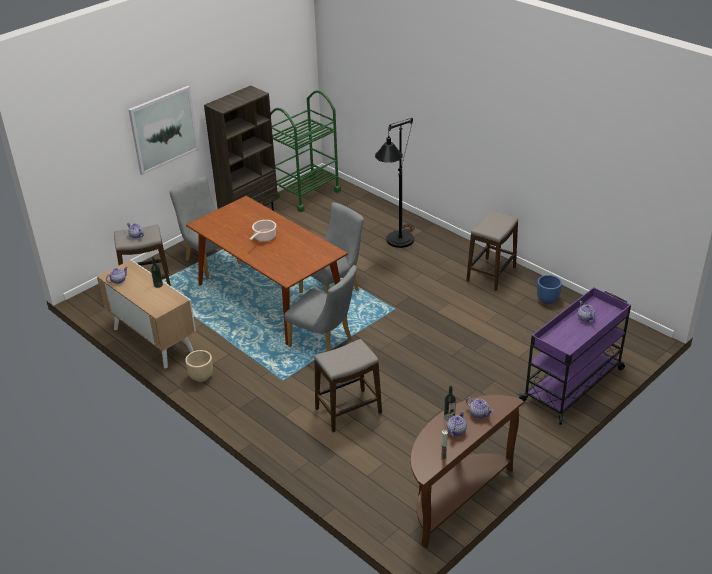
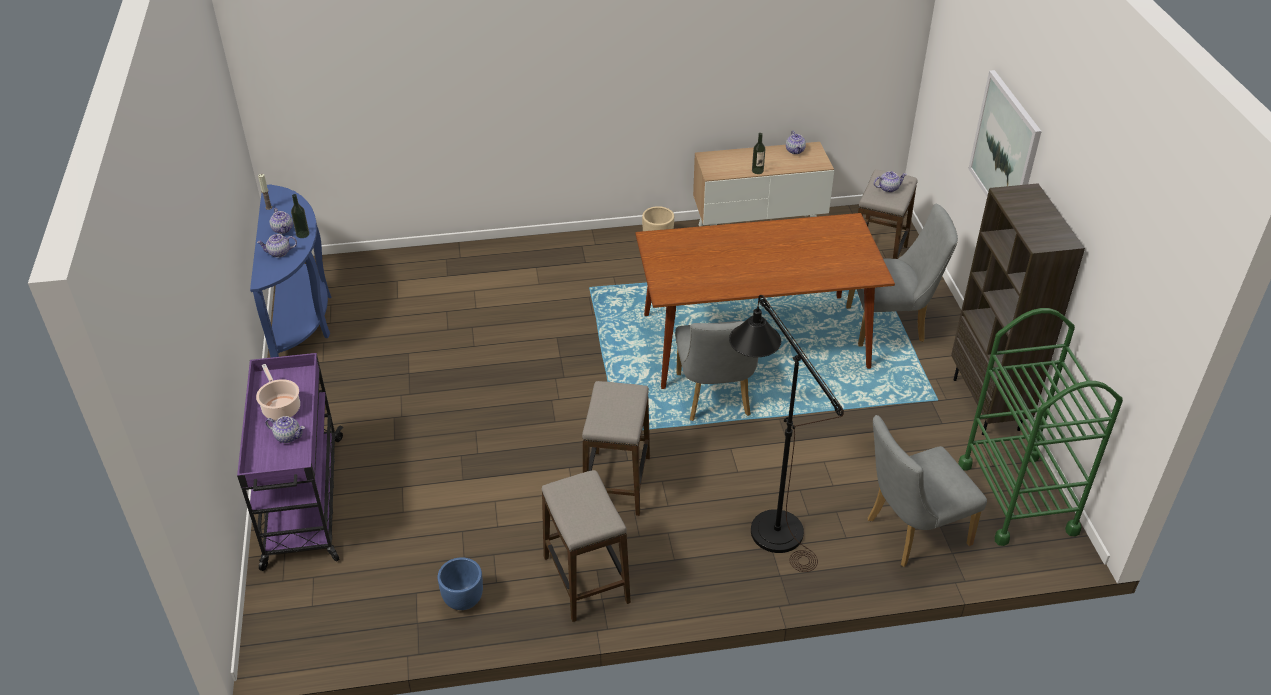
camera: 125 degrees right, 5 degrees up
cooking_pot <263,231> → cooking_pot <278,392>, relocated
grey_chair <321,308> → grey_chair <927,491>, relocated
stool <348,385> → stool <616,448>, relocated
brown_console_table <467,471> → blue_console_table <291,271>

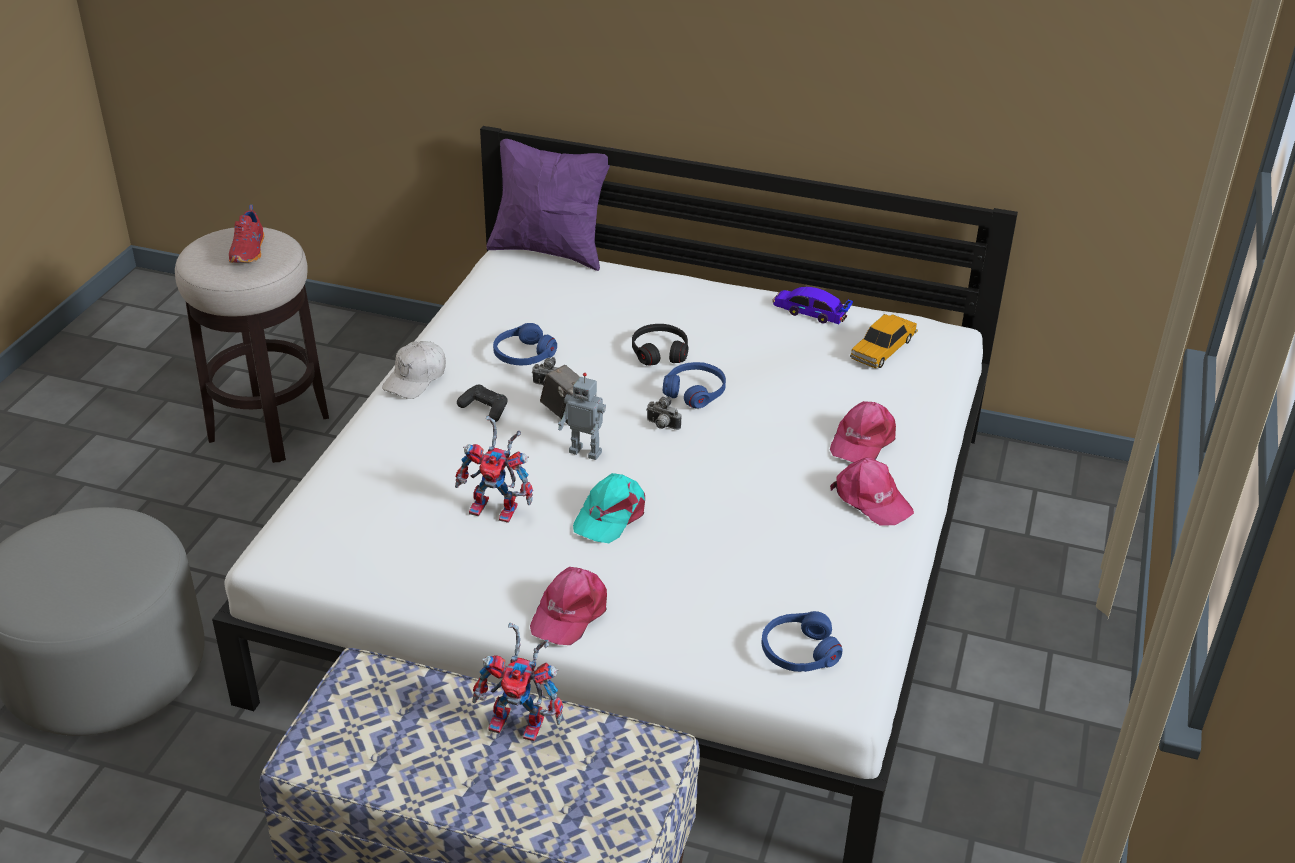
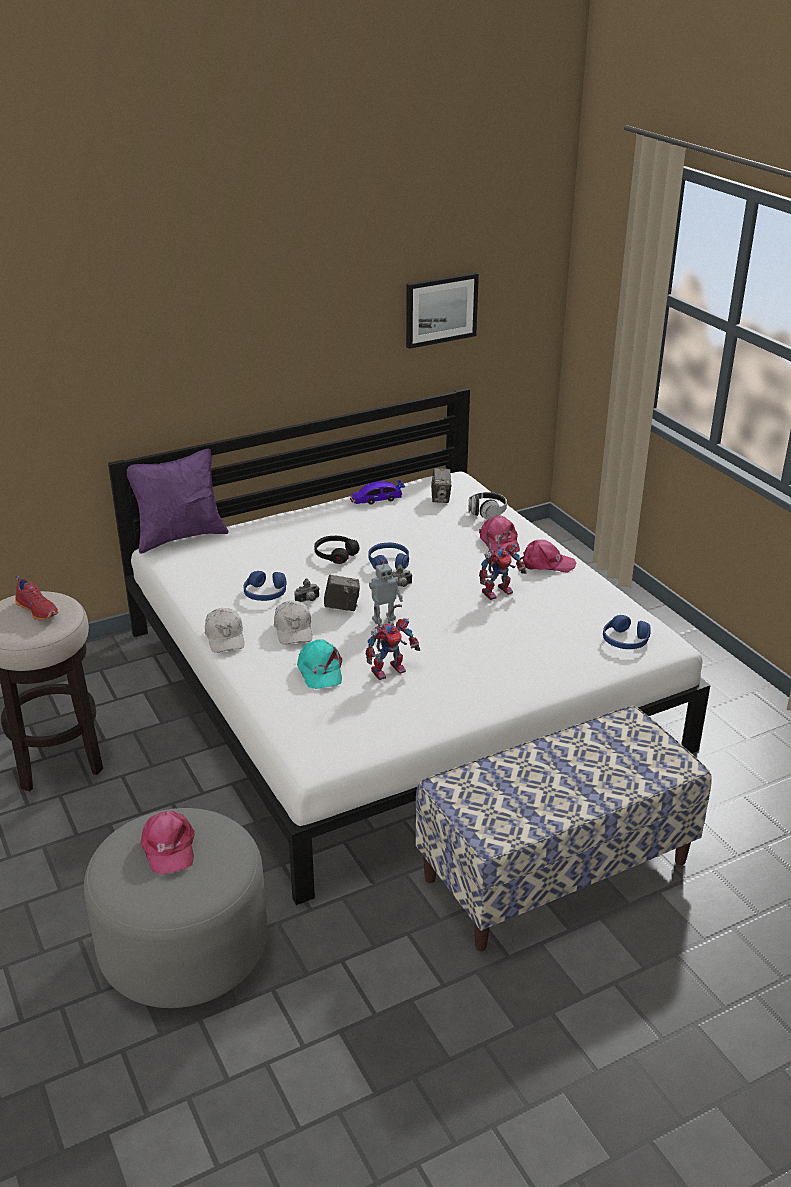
camera: 45 degrees left, 5 degrees down
- → picture <442,310>
- → headphones <488,506>
toy_robot <517,682> → toy_robot <502,565>, relocated
pink_cap <568,606> → pink_cap <168,843>, relocated
turquoise_cap <609,508> → turquoise_cap <319,664>, relocated
black_game_controller <482,403> → white_cap <293,622>
toy_car <884,341> → photo_camera <441,485>

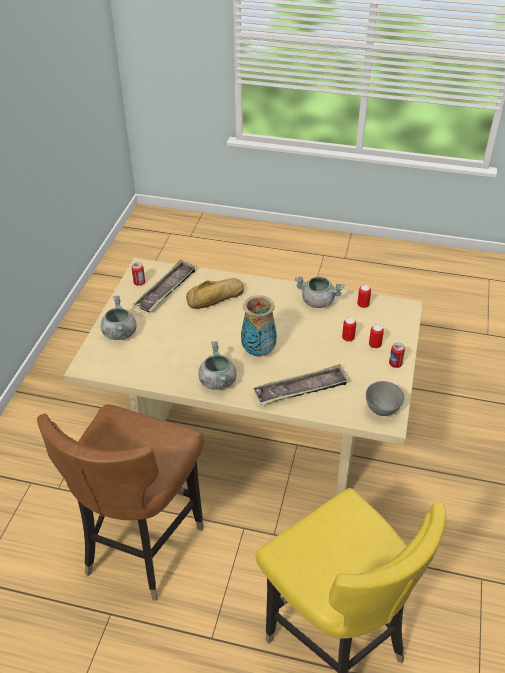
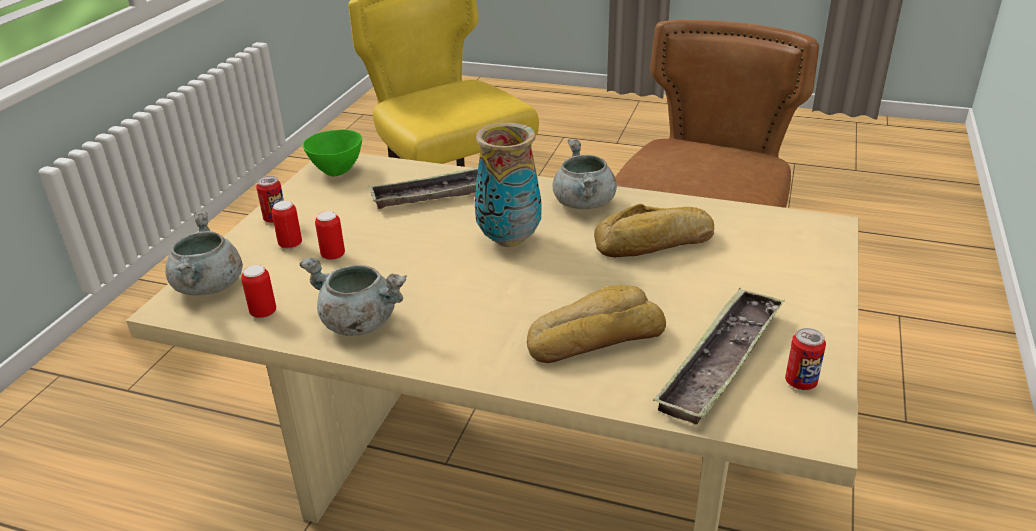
camera: 175 degrees left, 10 degrees down
- → bread <654,230>
grey_cooking_pot <119,318> → grey_cooking_pot <204,253>, relocated
grey_bowl <385,398> → green_bowl <332,153>

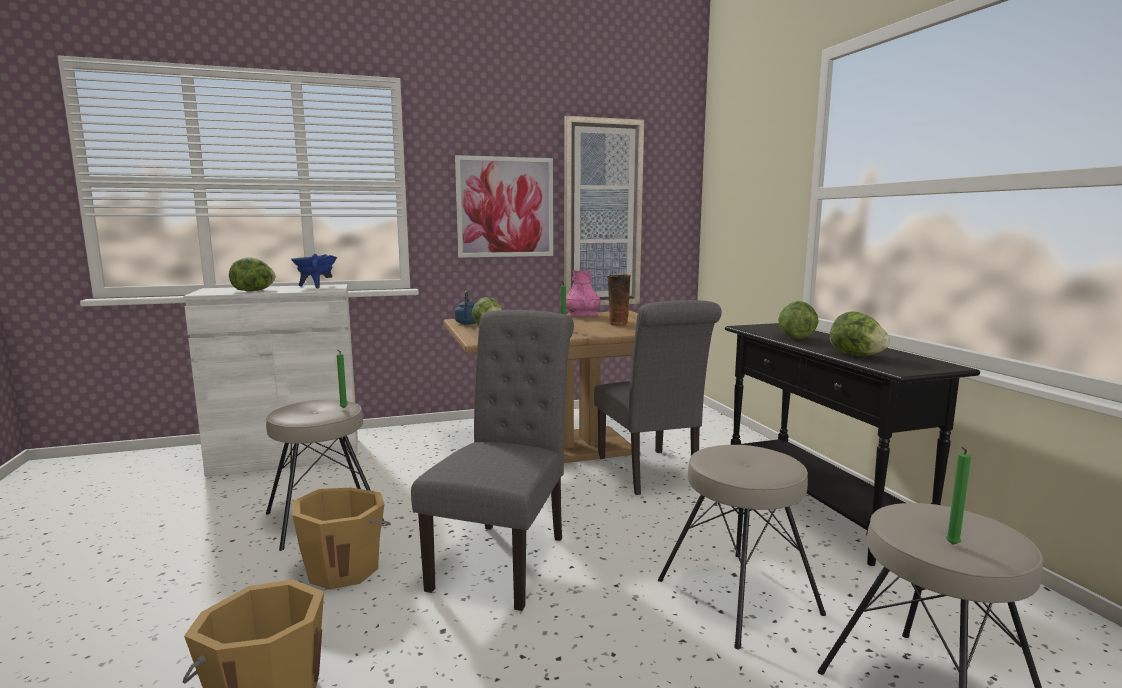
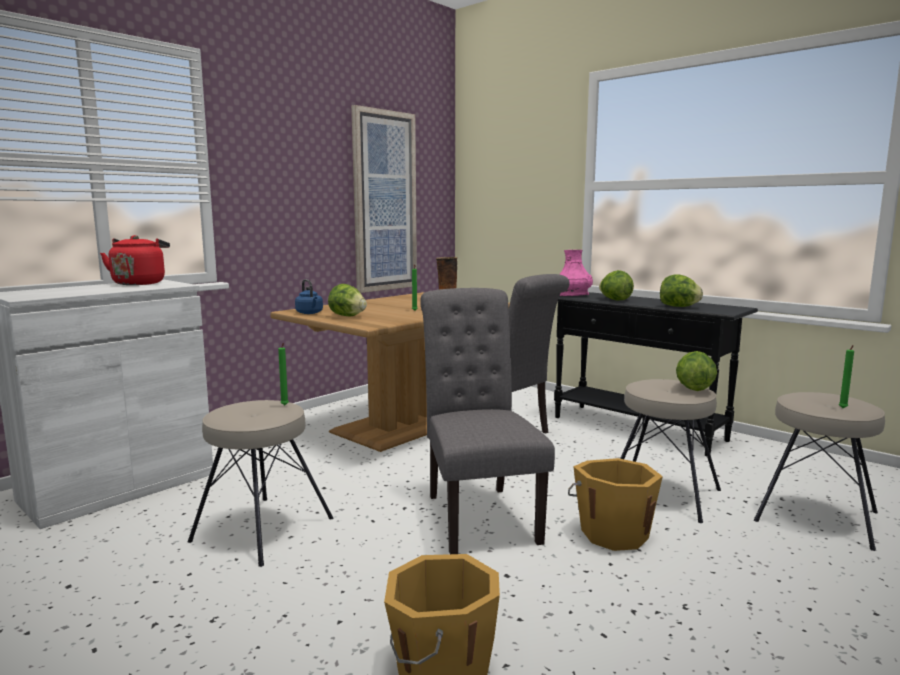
camera: 30 degrees left, 0 degrees up
picture <504,206> → -
lettuce <252,274> → lettuce <696,371>, relocated
orange_bucket <341,538> → orange_bucket <615,504>, relocated
pink_vase <583,293> → pink_vase <576,273>, relocated
blue_cooking_pot <314,270> → red_kettle <135,260>

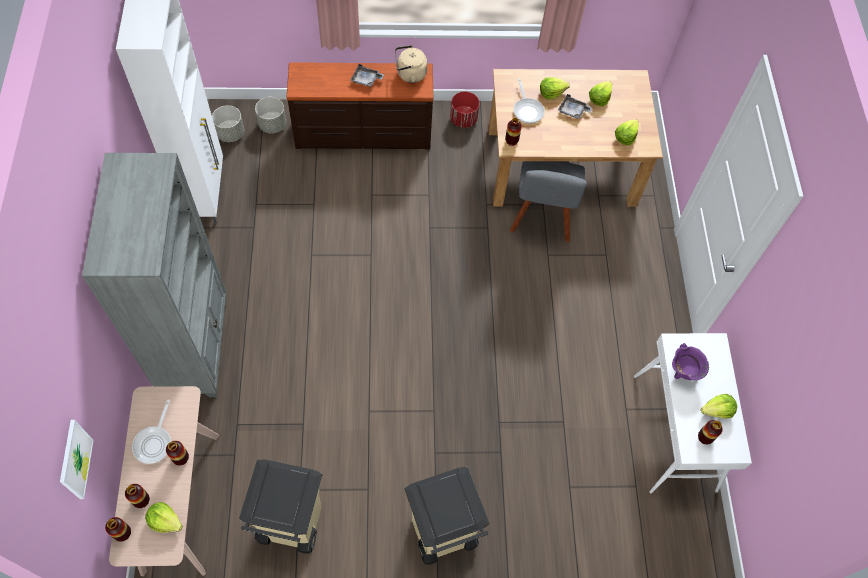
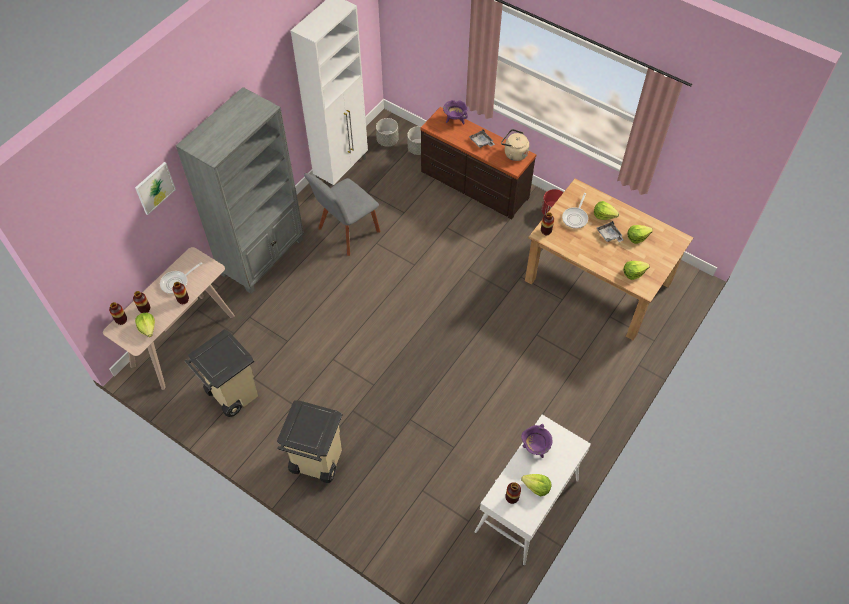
camera: 40 degrees right, 5 degrees down
- → purple_cooking_pot <455,112>
picture <77,459> → picture <155,188>, relocated
grey_chair <548,202> → grey_chair <342,214>, relocated

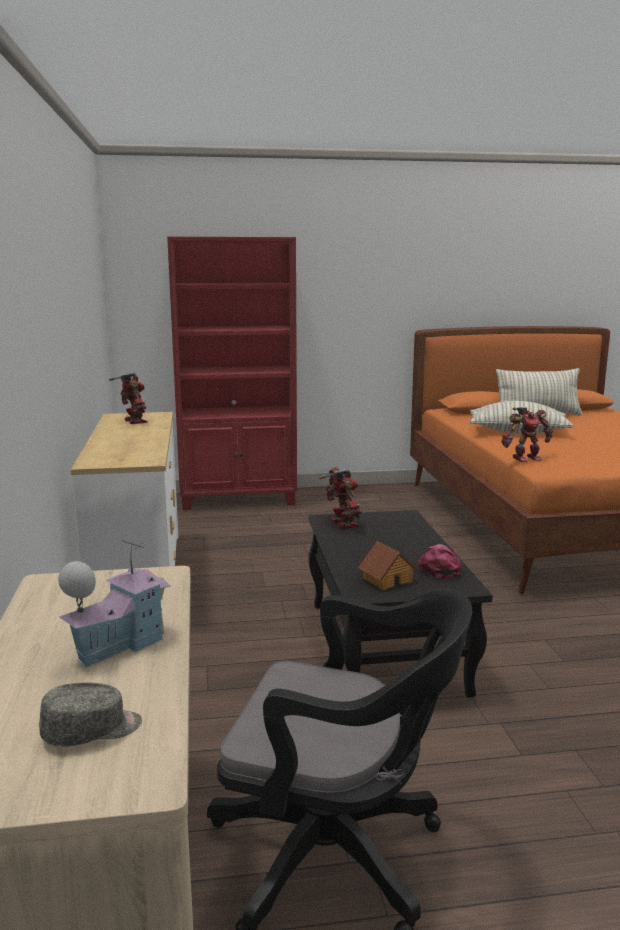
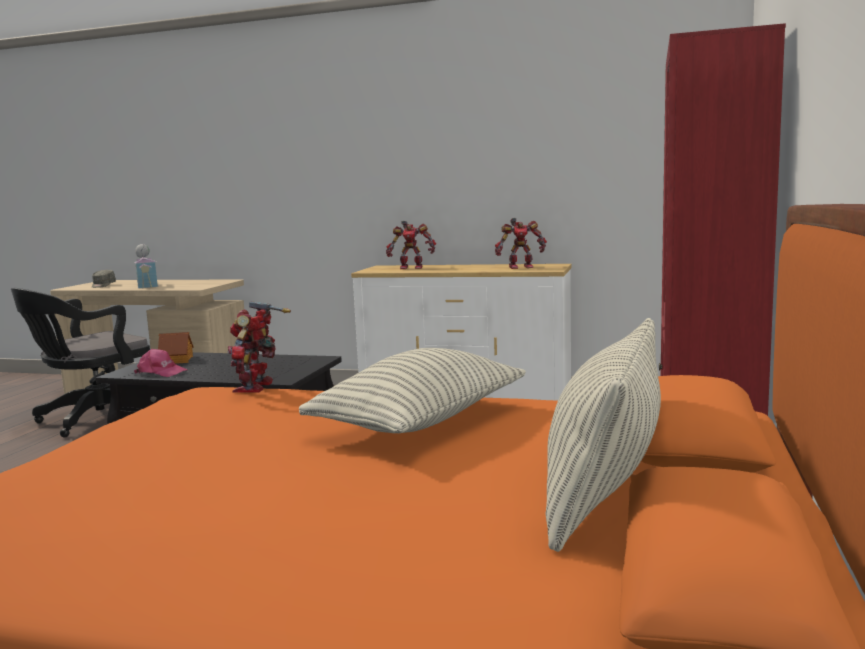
camera: 115 degrees right, 5 degrees down
toy_robot <340,498> → toy_robot <411,245>, relocated

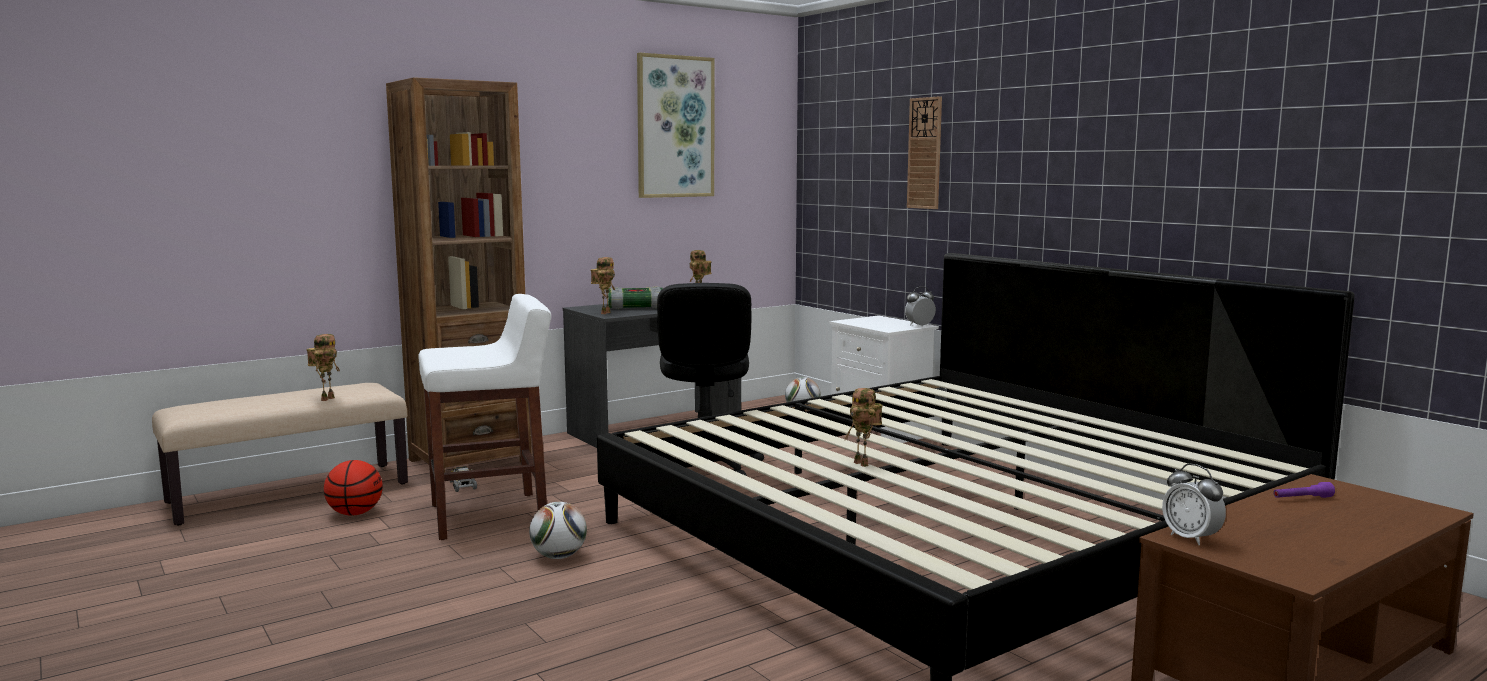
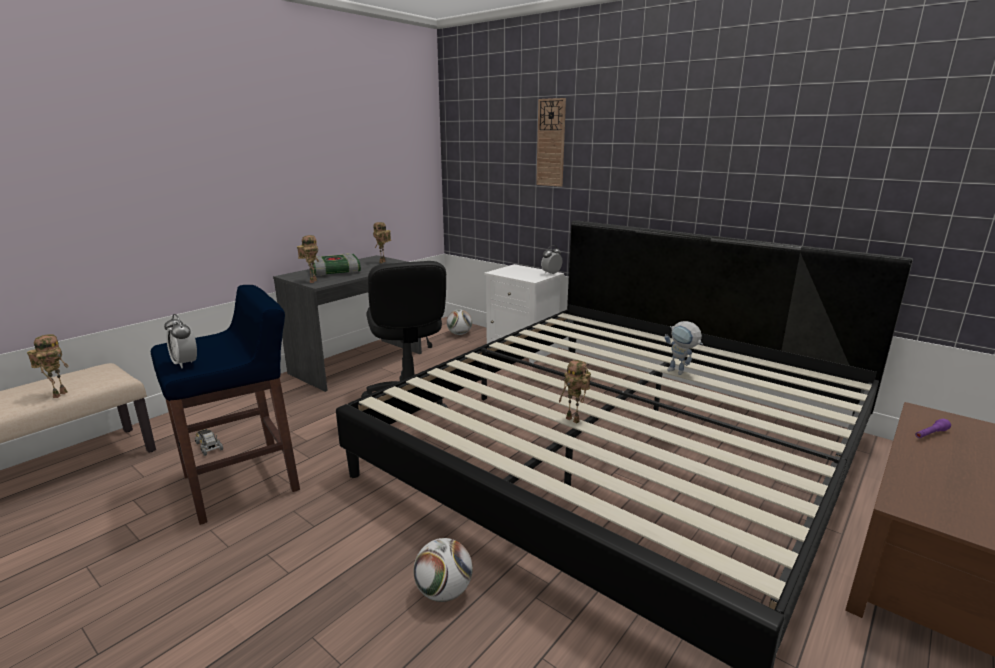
camera: 15 degrees left, 10 degrees up
basketball <353,488> → -
brown_bookcase <459,275> → -
picture <676,125> → -
- → toy_robot <683,348>
football <558,530> → football <443,570>, relocated
alarm_clock <1194,504> → alarm_clock <180,341>, relocated
white_stool <484,417> → blue_stool <225,405>

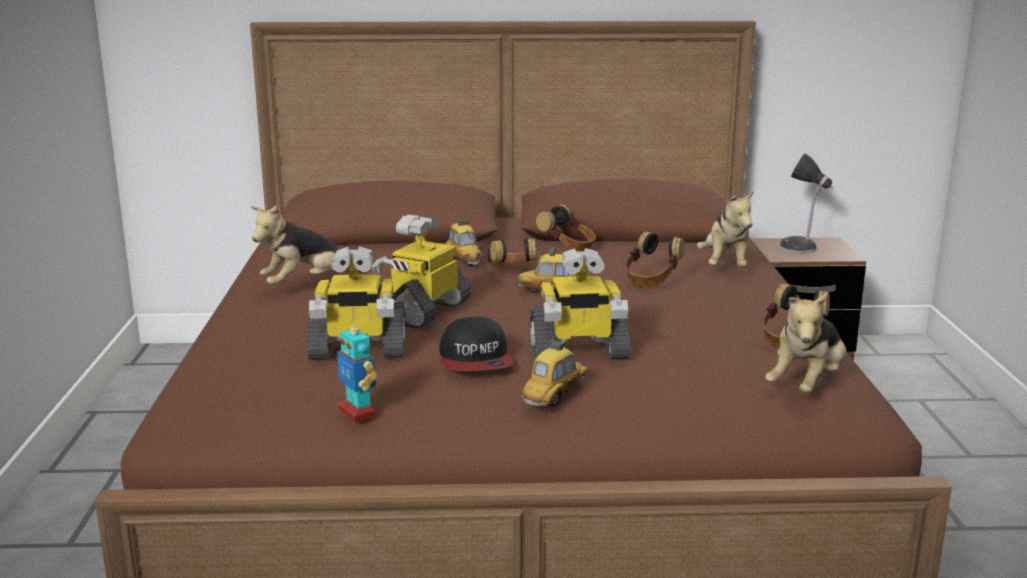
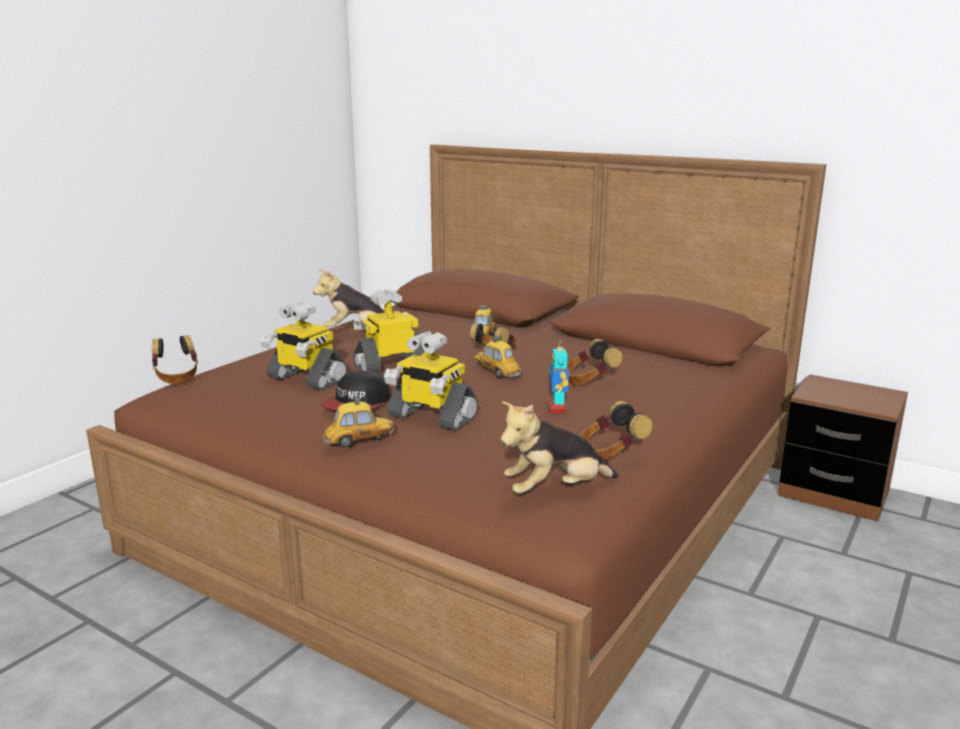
camera: 35 degrees right, 0 degrees up
plush_toy <725,228> → -
table_lamp <806,203> → -
toy_robot <357,370> → toy_robot <558,376>, relocated
headphones <566,228> → headphones <175,359>, relocated

